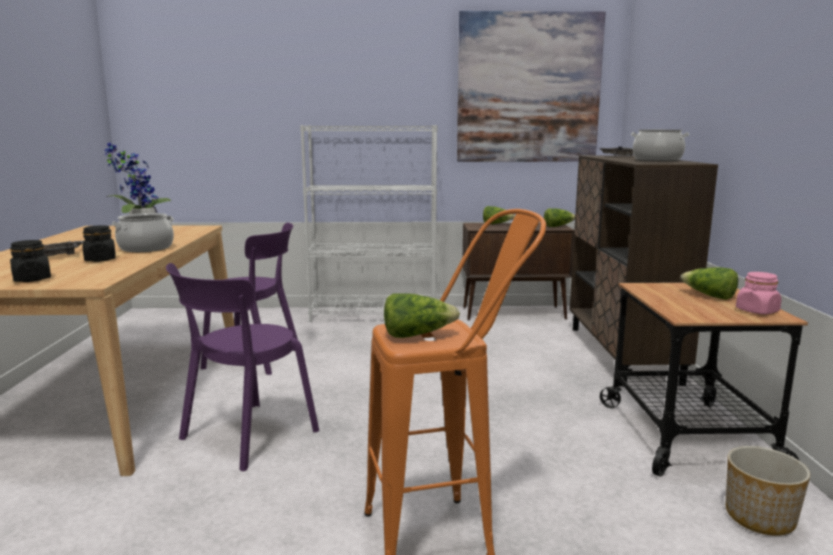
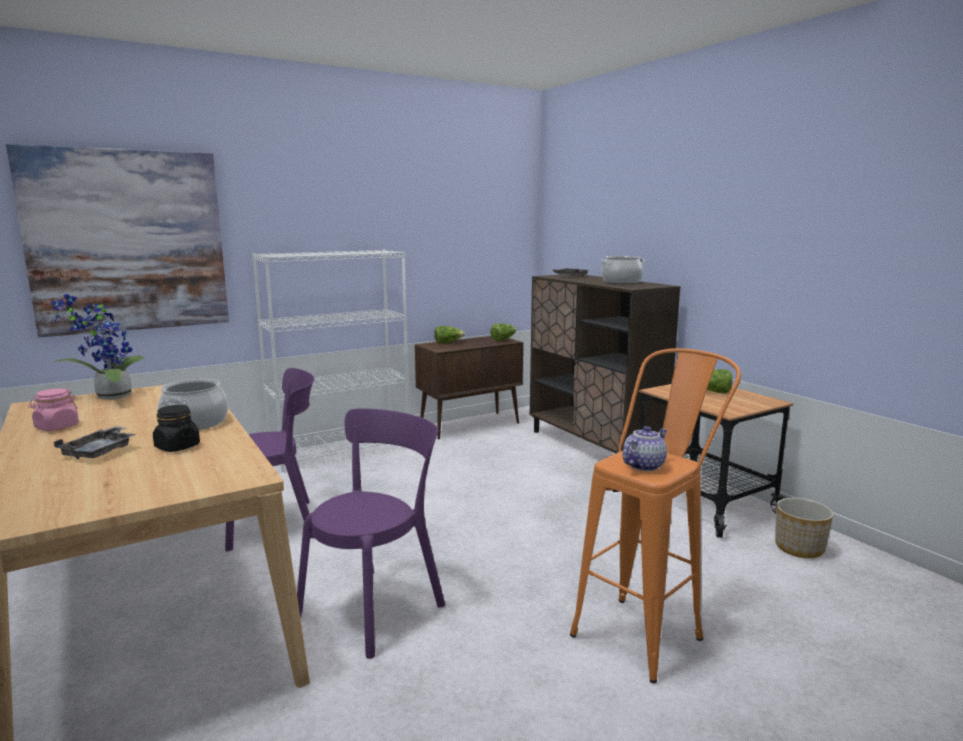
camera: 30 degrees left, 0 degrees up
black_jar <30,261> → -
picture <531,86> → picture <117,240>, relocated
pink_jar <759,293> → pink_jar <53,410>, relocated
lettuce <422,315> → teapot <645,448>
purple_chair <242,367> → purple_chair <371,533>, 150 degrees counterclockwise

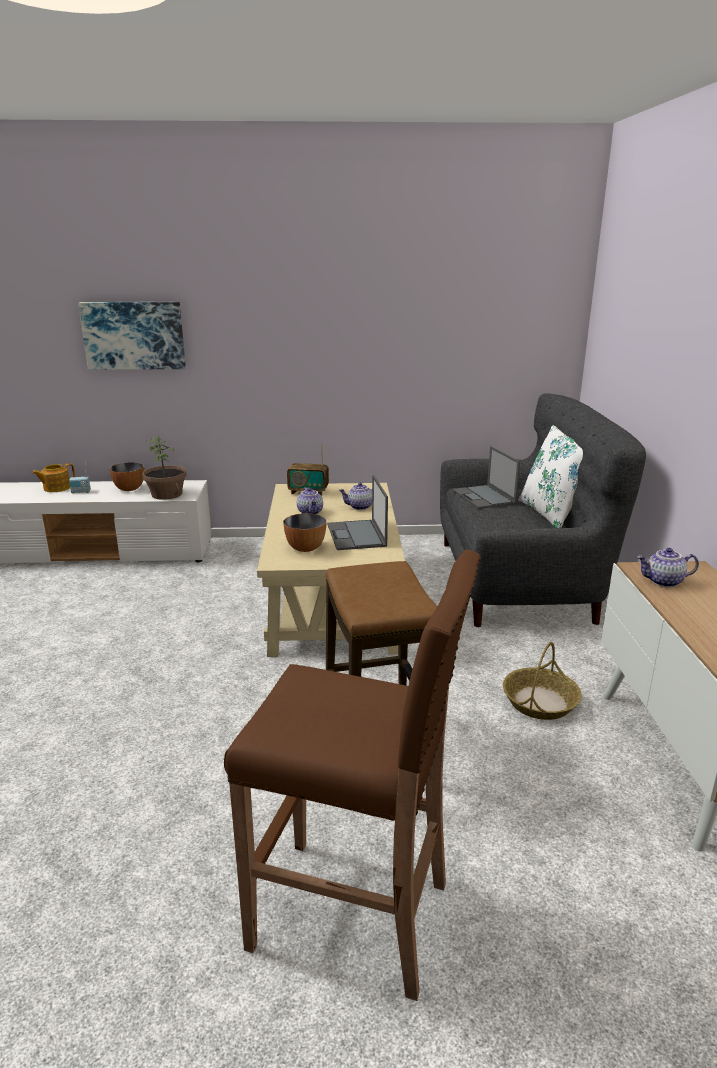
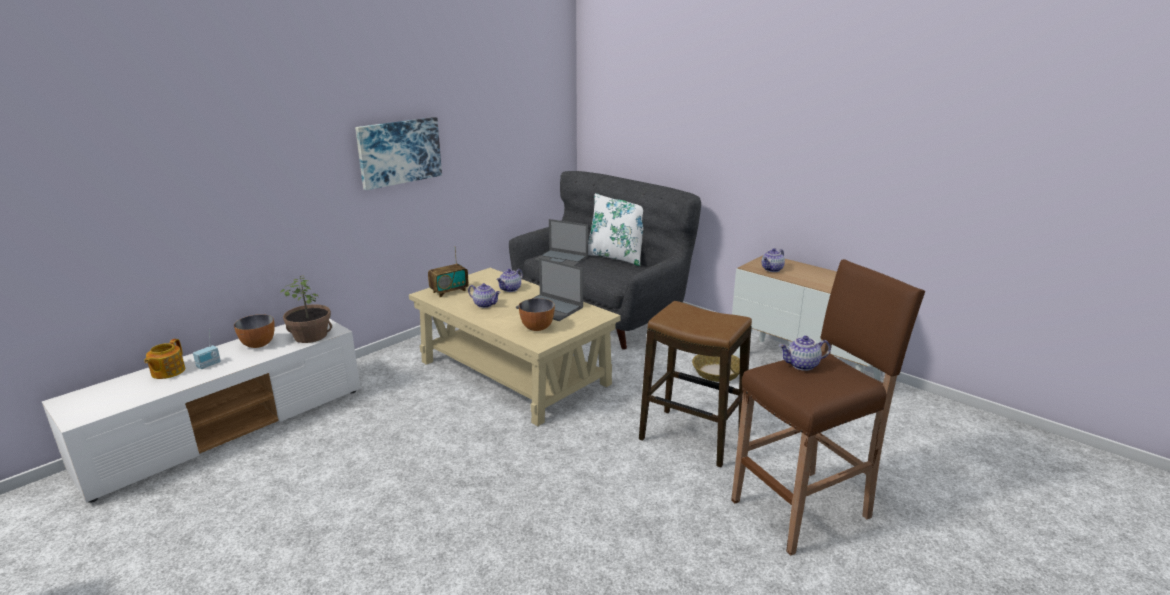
camera: 45 degrees left, 0 degrees up
- → teapot <805,353>
picture <132,336> → picture <398,153>, relocated

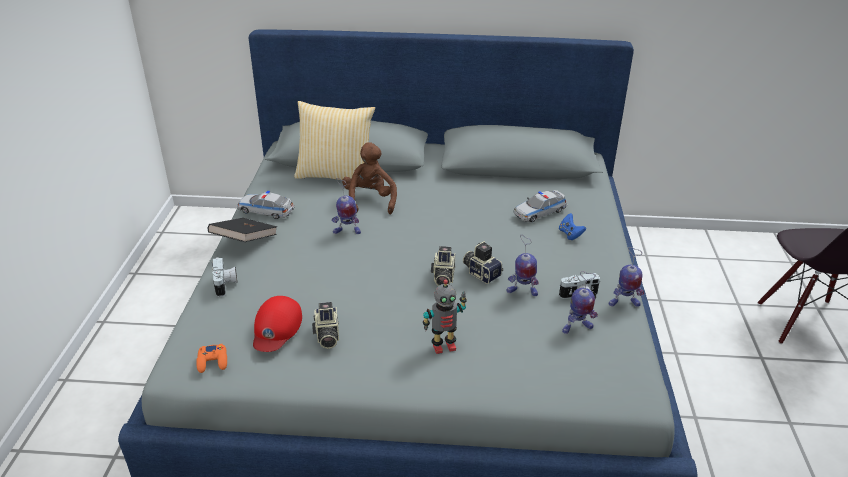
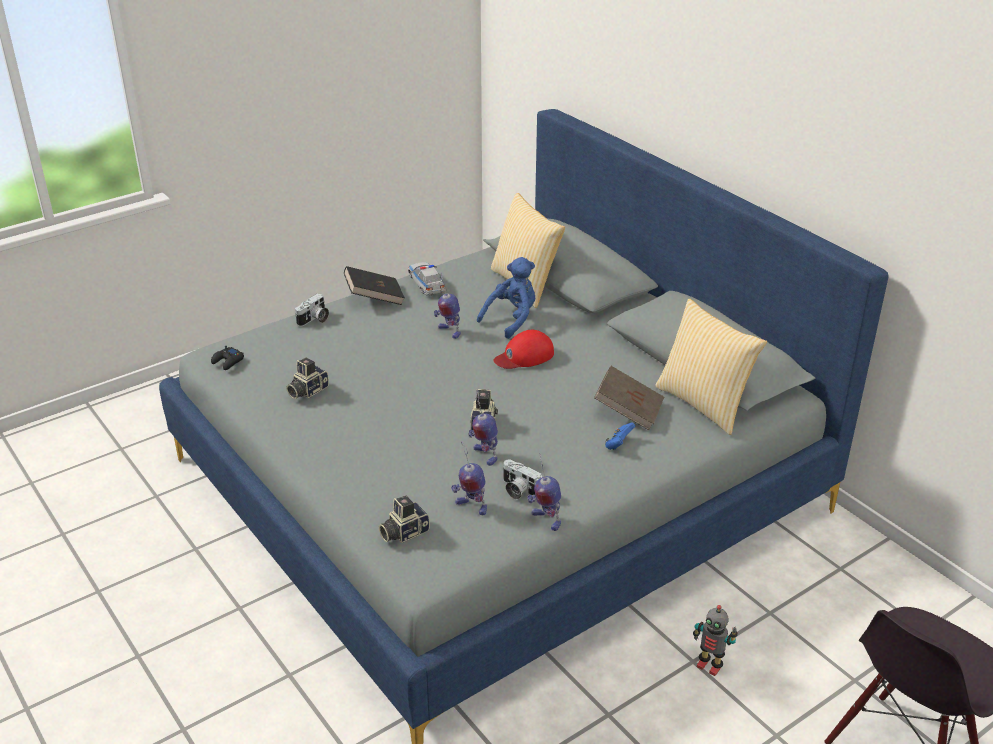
camera: 50 degrees right, 0 degrees up
- → pillow <711,367>
red_cap <277,324> → red_cap <523,349>, relocated
toy_robot <445,316> → toy_robot <715,640>, relocated
photo_camera <443,266> → photo_camera <404,519>, relocated
toy_car <540,206> → brown_book <629,398>
orange_game_controller <211,358> → black_game_controller <227,358>
brown_plush_toy <369,178> → blue_plush_toy <506,298>

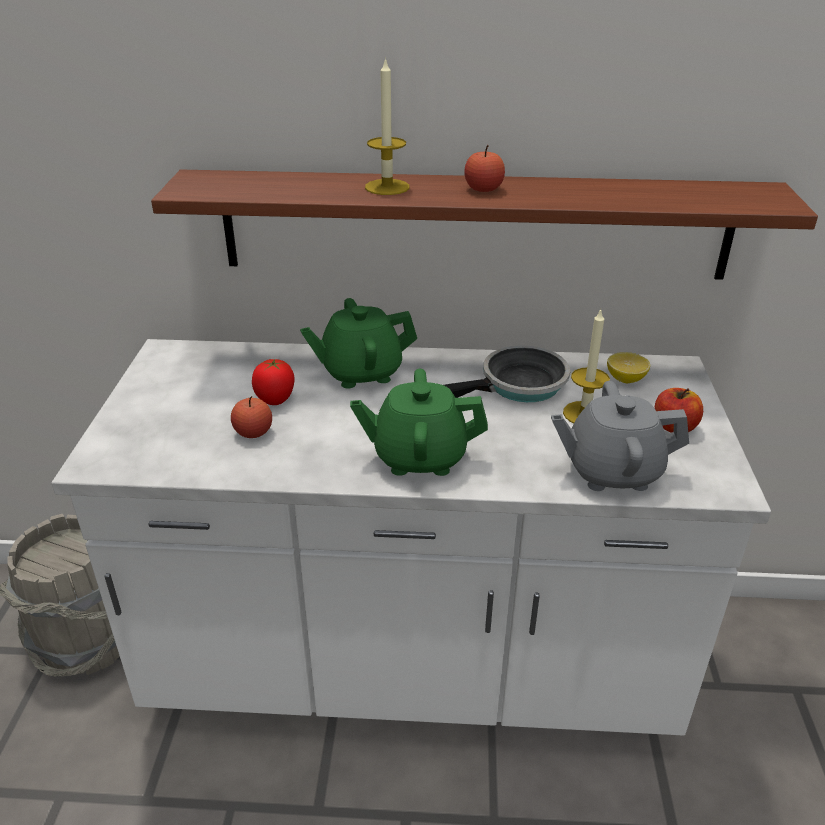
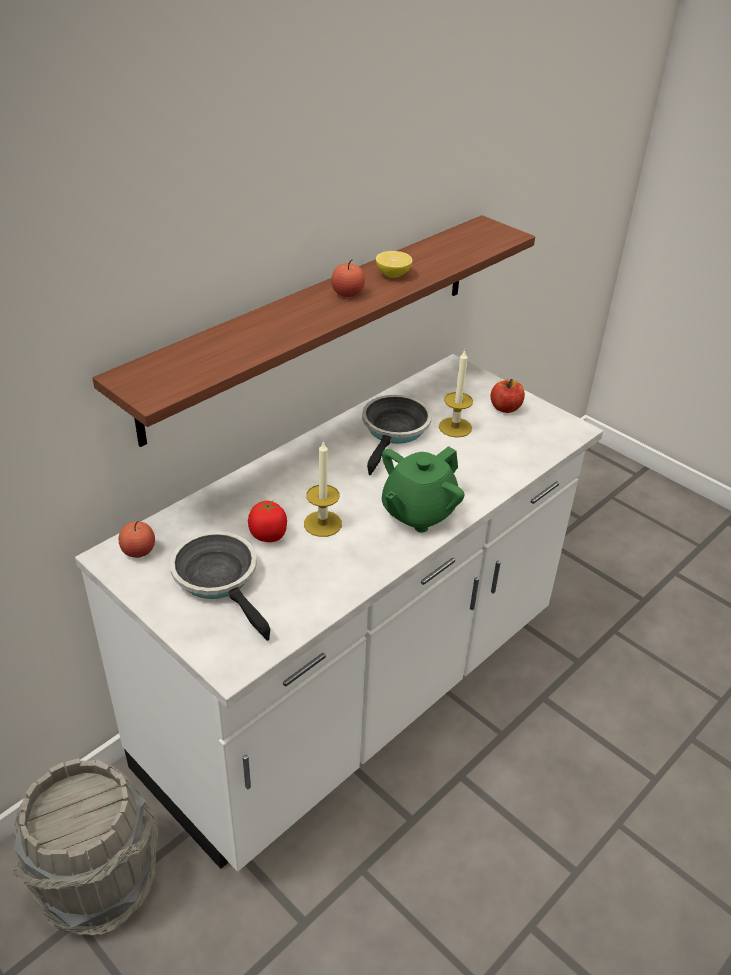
camera: 50 degrees left, 5 degrees up
green_teapot <358,343> → -
grey_teapot <620,436> → -
- → frying_pan <220,586>
apple <251,417> → apple <137,539>, relocated
candle <387,126> → candle <323,488>, relocated
lemon <628,367> → lemon <394,264>, relocated

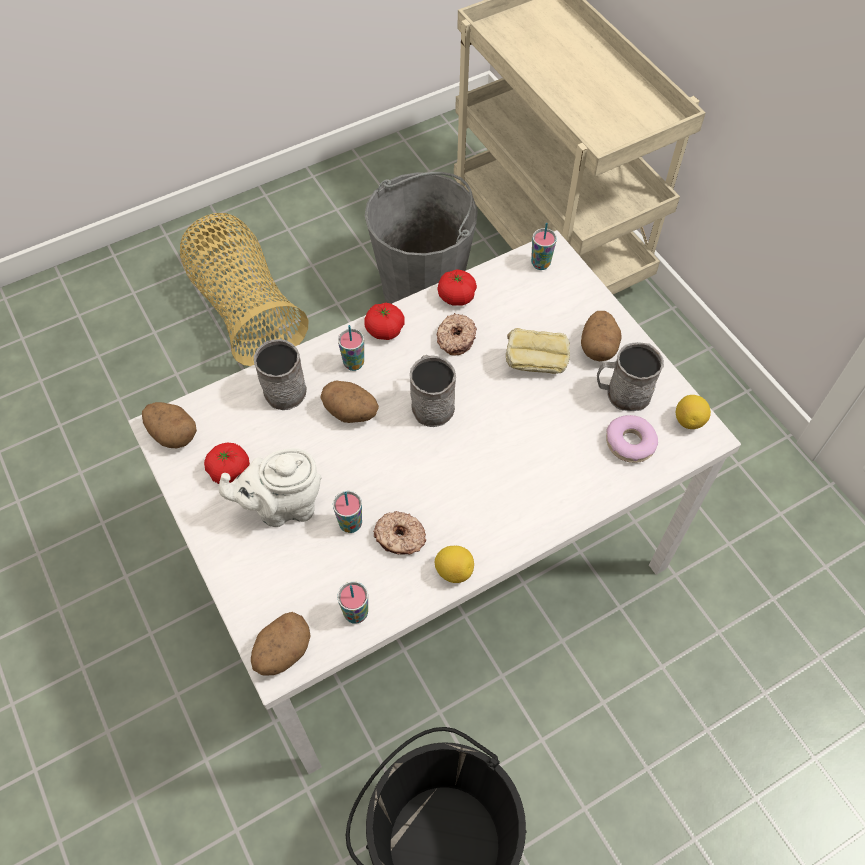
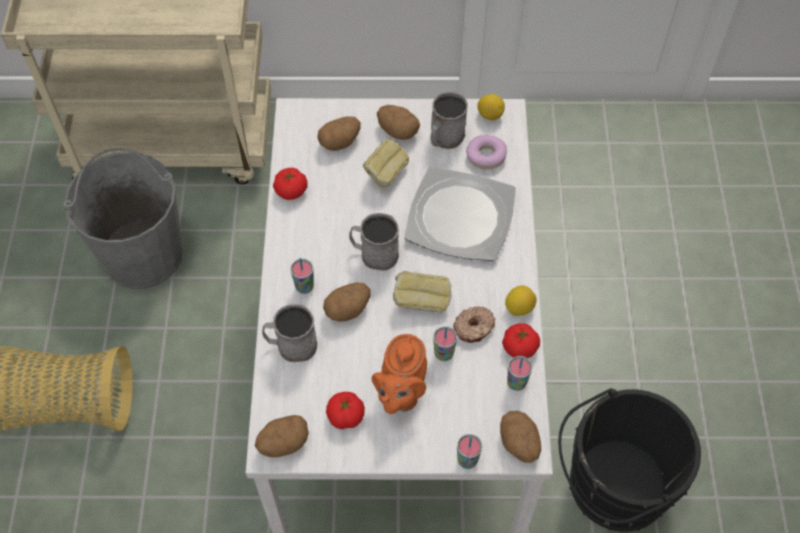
camera: 60 degrees left, 0 degrees up
donut <457,334> → -
- → potato <339,133>
- → bread <422,291>
- → plate <460,214>
tomato <384,321> → tomato <521,340>, relocated
cup <544,246> → cup <469,451>, relocated
white_teapot <270,487> → orange_teapot <399,374>

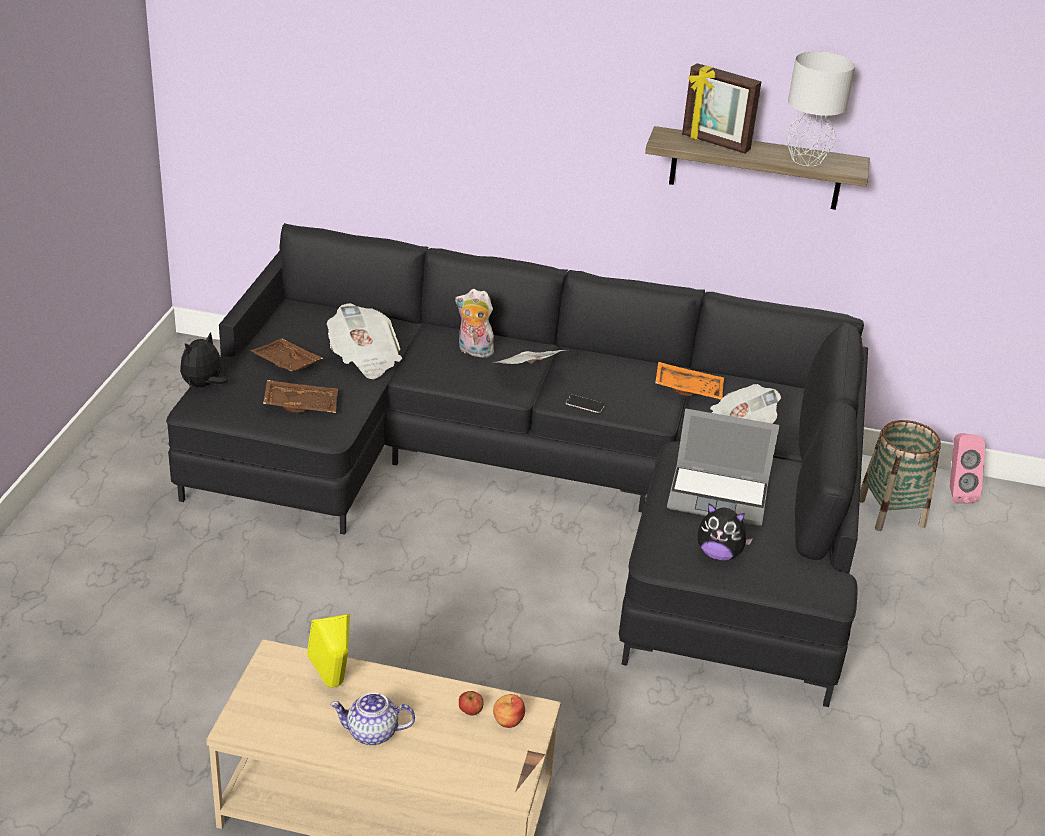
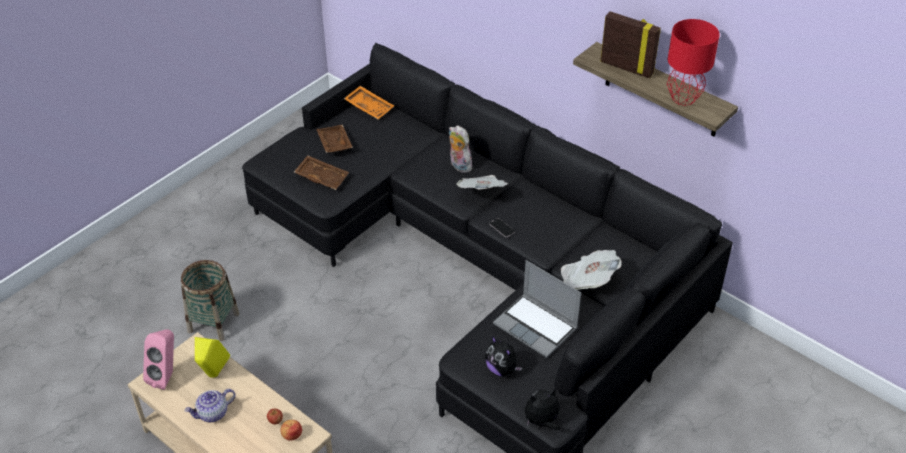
camera: 30 degrees right, 10 degrees up
newspaper <364,341> → -
plush_toy <204,359> → plush_toy <542,408>, relocated
orange_tray <689,381> → orange_tray <369,102>, relocated
basket <900,475> → basket <210,300>, relocated
pink_speaker <967,468> → pink_speaker <158,359>, relocated
grey_table_lamp <820,108> → red_table_lamp <693,62>
teapot <372,718> → teapot <210,405>, 60 degrees counterclockwise
picture_frame <721,108> → picture_frame <630,44>, 150 degrees clockwise

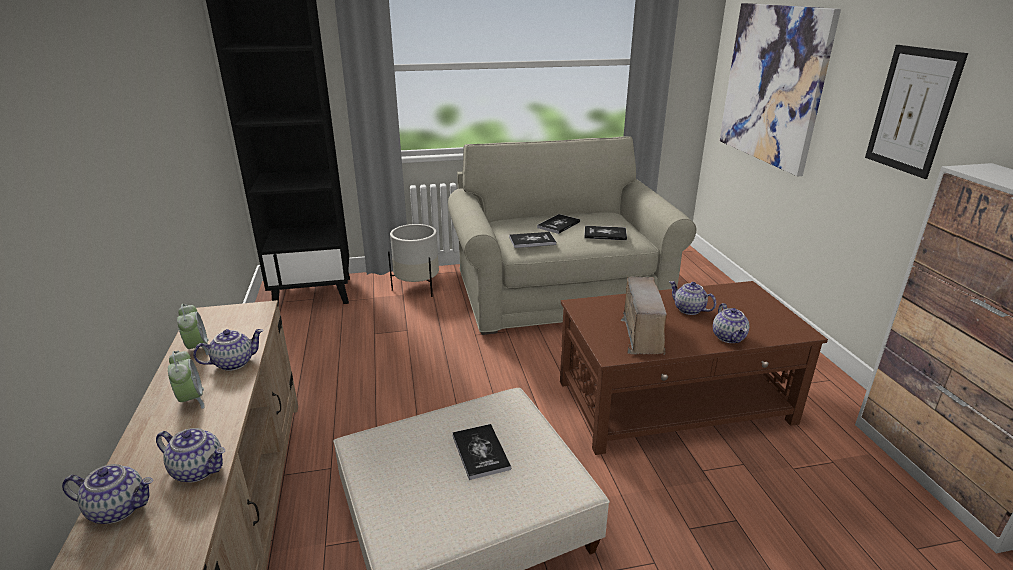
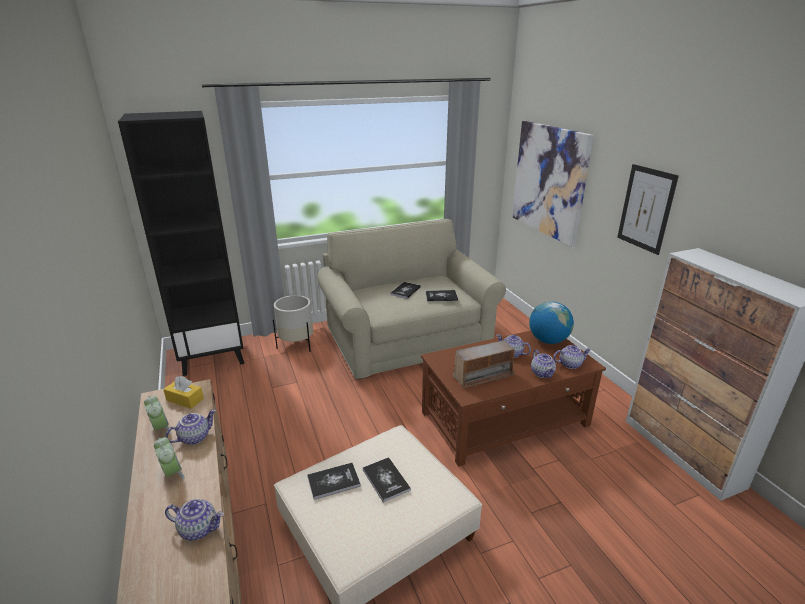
camera: 10 degrees left, 0 degrees up
- → yellow_tissue_box <183,392>
- → globe <551,322>
teapot <107,494> → teapot <572,357>, relocated
book <532,240> → book <334,481>, relocated
radio <644,316> → radio <484,364>, 75 degrees clockwise

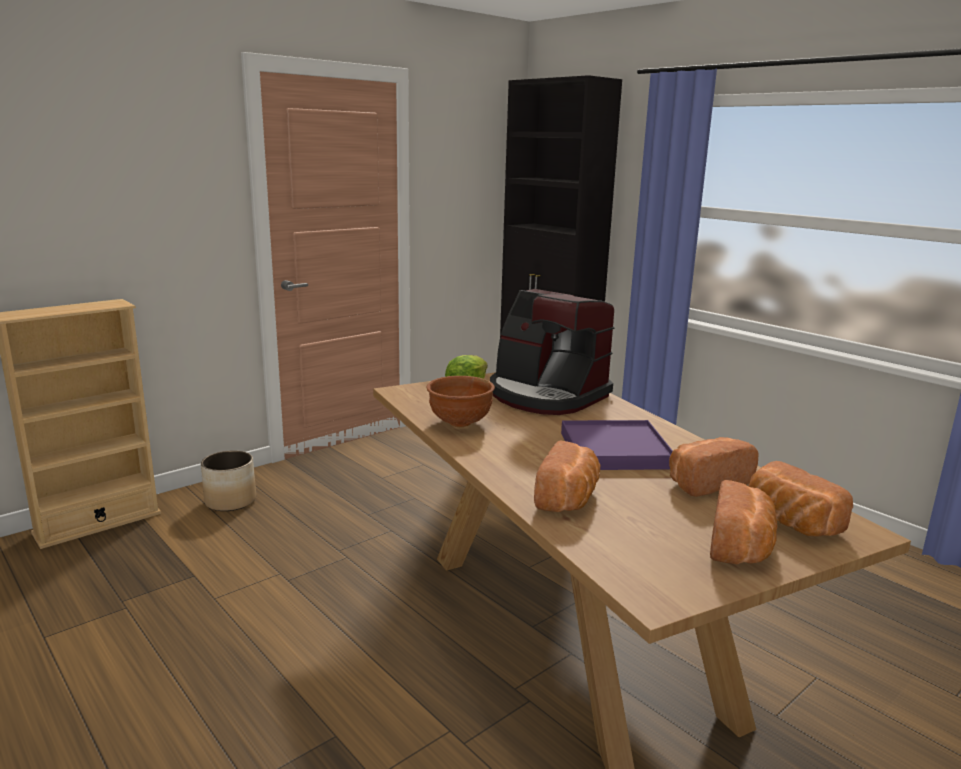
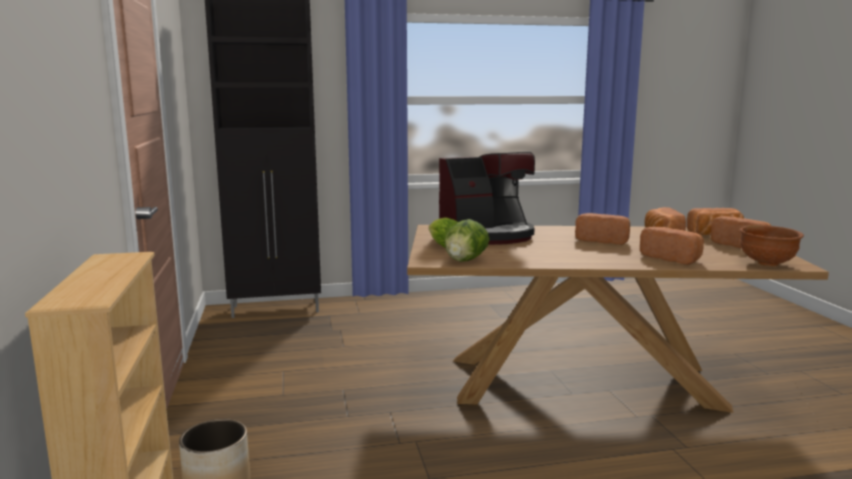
camera: 60 degrees left, 5 degrees down
- → lettuce <466,240>
brown_bowl <461,401> → brown_bowl <772,245>, relocated
purple_tray <617,445> → bread <602,229>

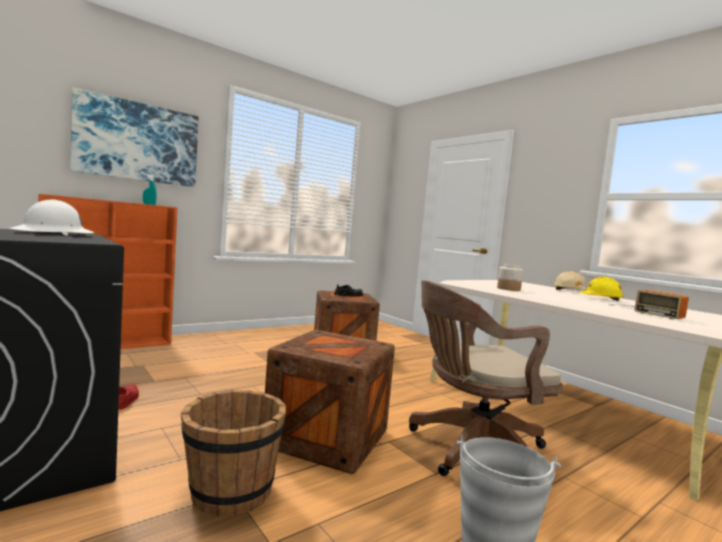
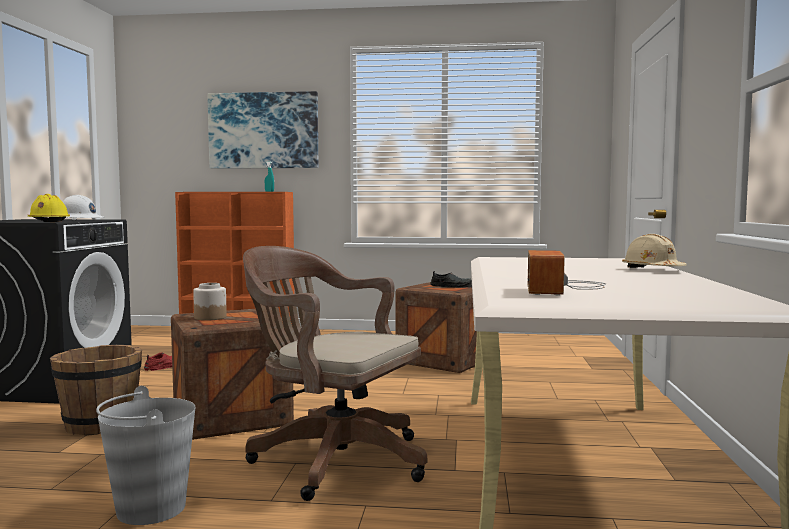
camera: 45 degrees right, 0 degrees up
jar <510,277> → jar <210,302>, relocated
yellow_hard_hat <601,289> → yellow_hard_hat <49,208>, relocated

